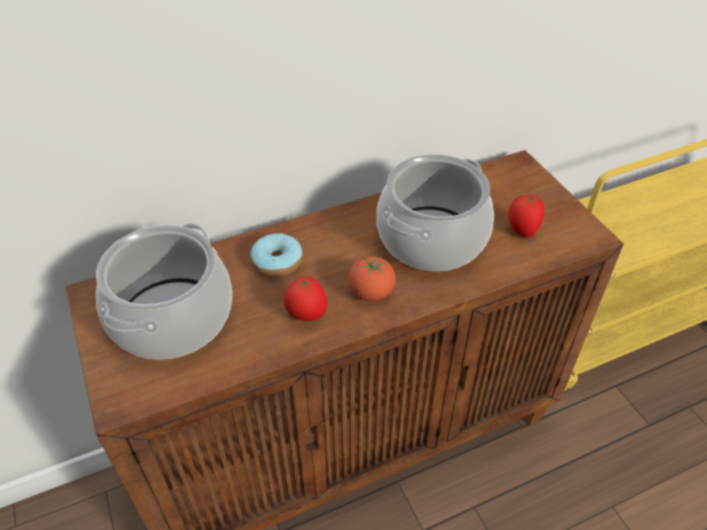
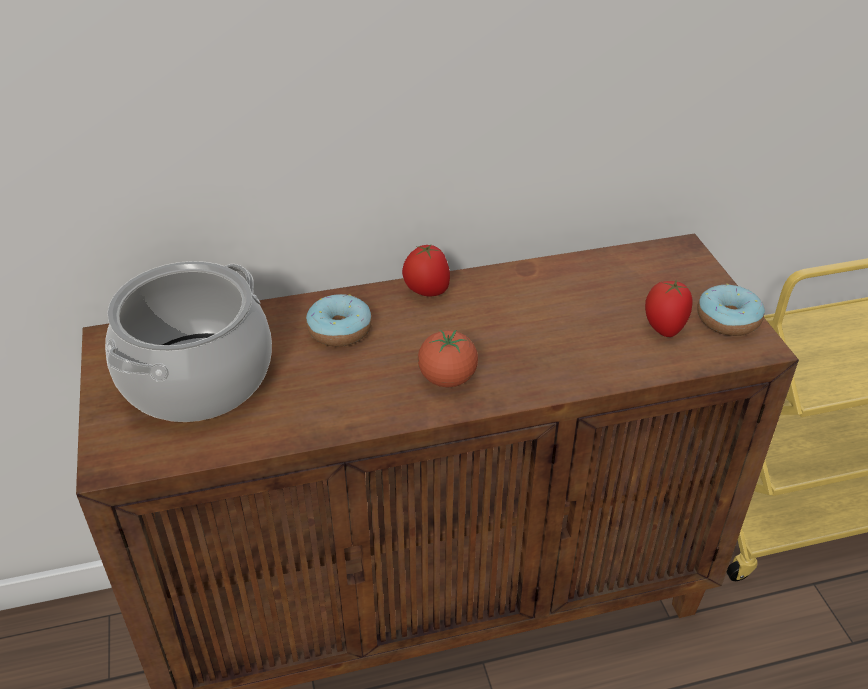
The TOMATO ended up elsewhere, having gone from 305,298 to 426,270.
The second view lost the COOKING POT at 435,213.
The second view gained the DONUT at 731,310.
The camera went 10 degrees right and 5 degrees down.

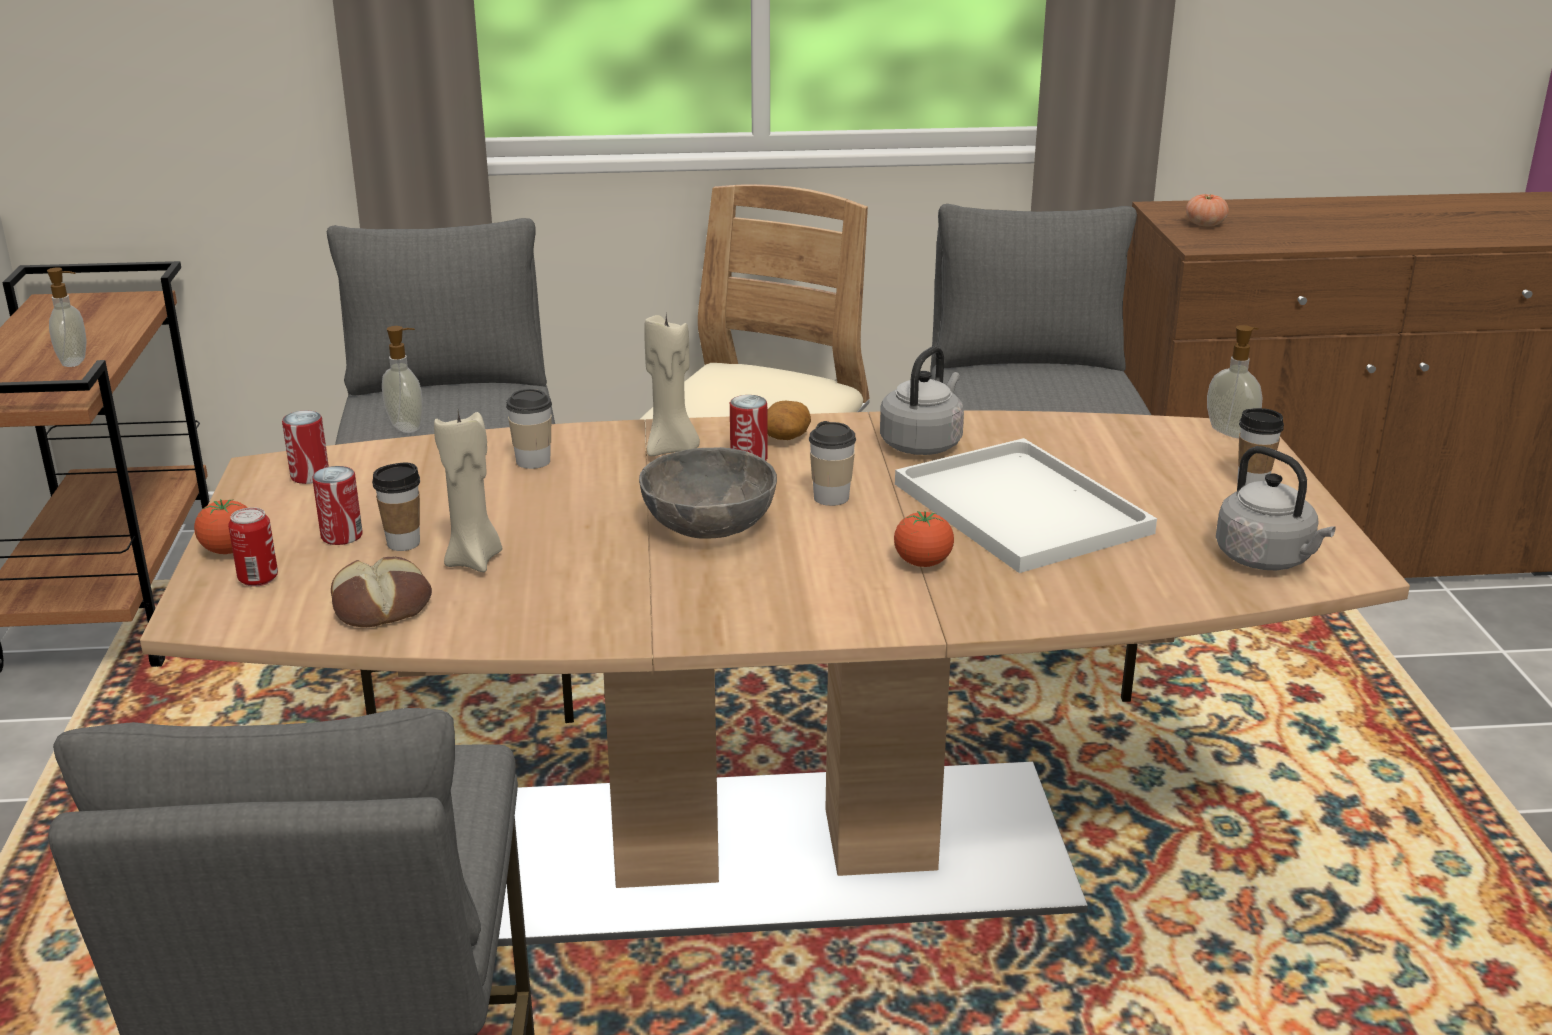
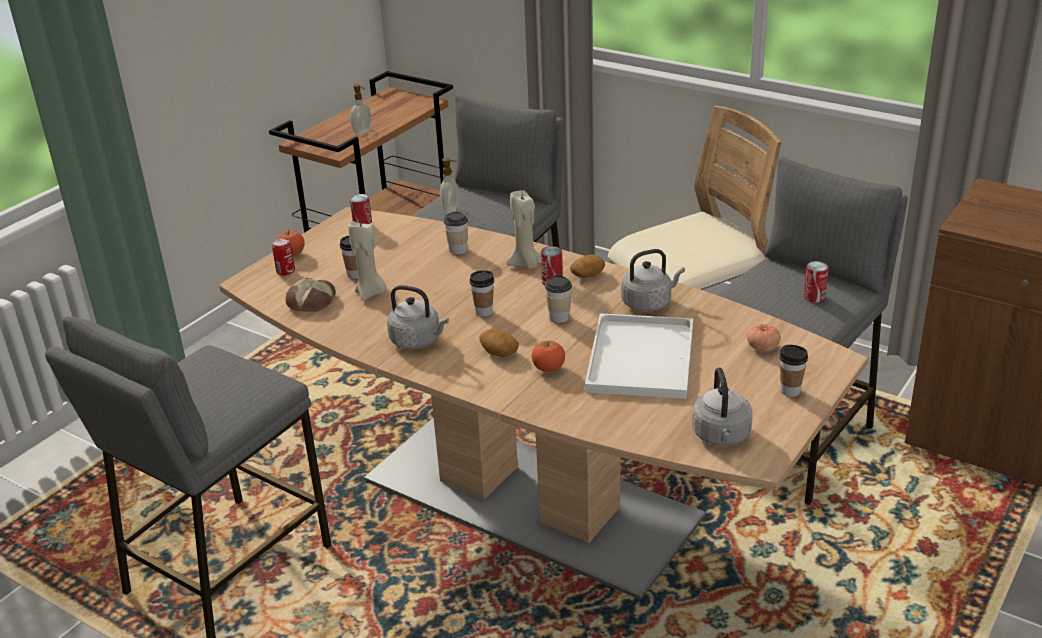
The CAN ended up elsewhere, having gone from 337,505 to 816,282.
Where the GREY BOWL stood at 708,493, the CUP came to stand at 482,293.
The TOMATO ended up elsewhere, having gone from 1207,210 to 764,338.
The second view lost the SOAP DISPENSER at 1235,381.
The second view gained the GREY KETTLE at 418,317.
The second view gained the POTATO at 499,343.
The camera went 40 degrees right and 5 degrees up.

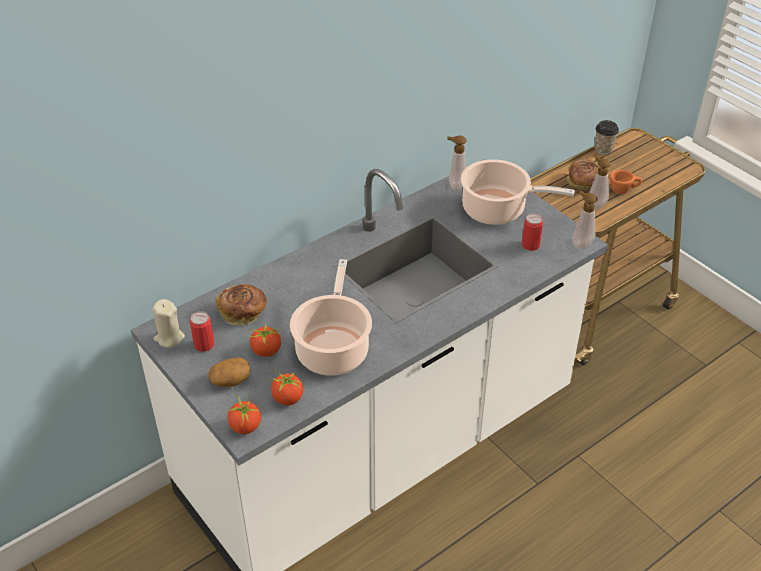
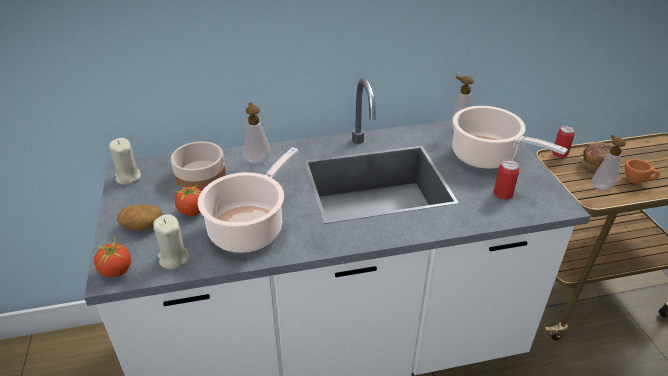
The CAN ended up elsewhere, having gone from 202,331 to 563,142.
Where the BREAD stood at 241,304, the BOWL came to stand at 198,166.
Where the TOMATO stood at 285,387, the BEIGE CANDLE came to stand at 171,241.
The SOAP DISPENSER ended up elsewhere, having gone from 585,220 to 257,133.
The second view lost the CUP at 607,137.
The camera went 25 degrees right and 5 degrees down.

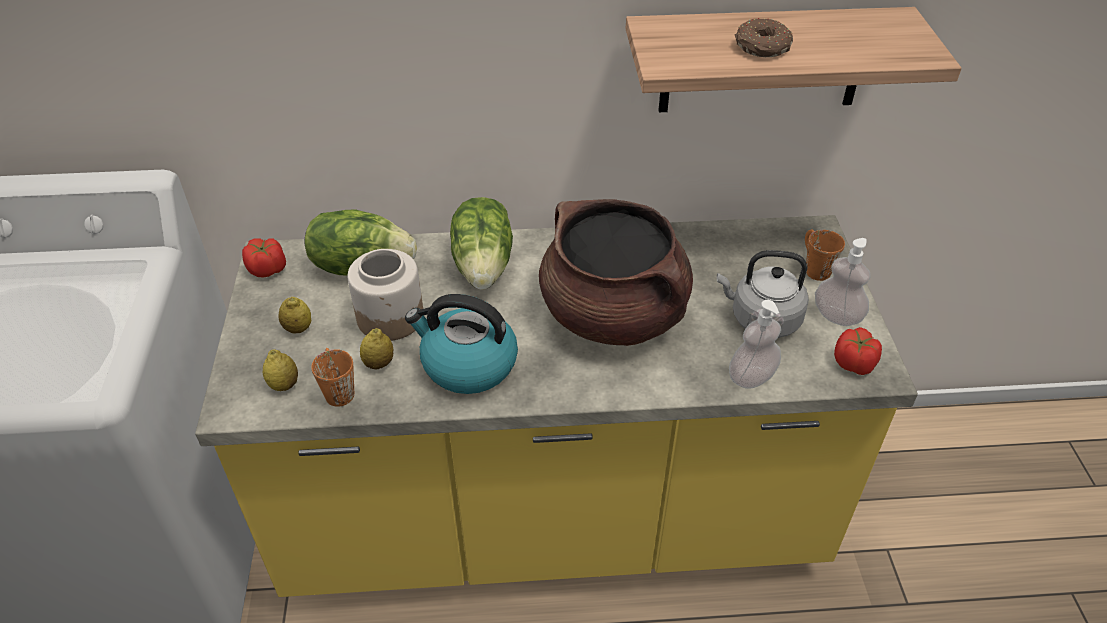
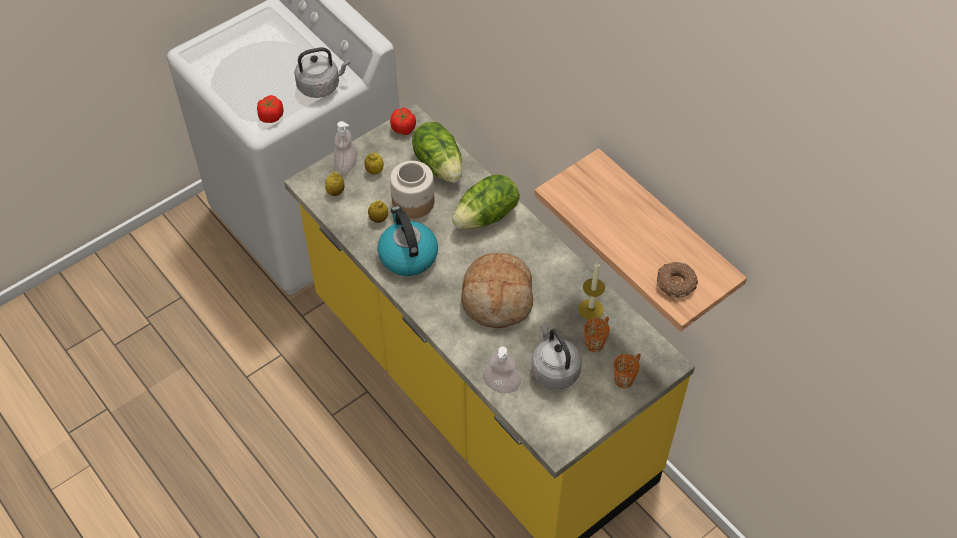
The ORANGE MUG ended up elsewhere, having gone from 332,377 to 597,334.
Where the BROWN COOKING POT stood at 616,272, the BREAD came to stand at 497,290.
The DONUT ended up elsewhere, having gone from 764,37 to 677,280.
The SOAP DISPENSER ended up elsewhere, having gone from 842,282 to 345,146.
The TOMATO ended up elsewhere, having gone from 858,351 to 270,109.
The second view gained the GREY KETTLE at 322,72.
The second view gained the CANDLE at 591,290.
The camera went 55 degrees right and 10 degrees up.

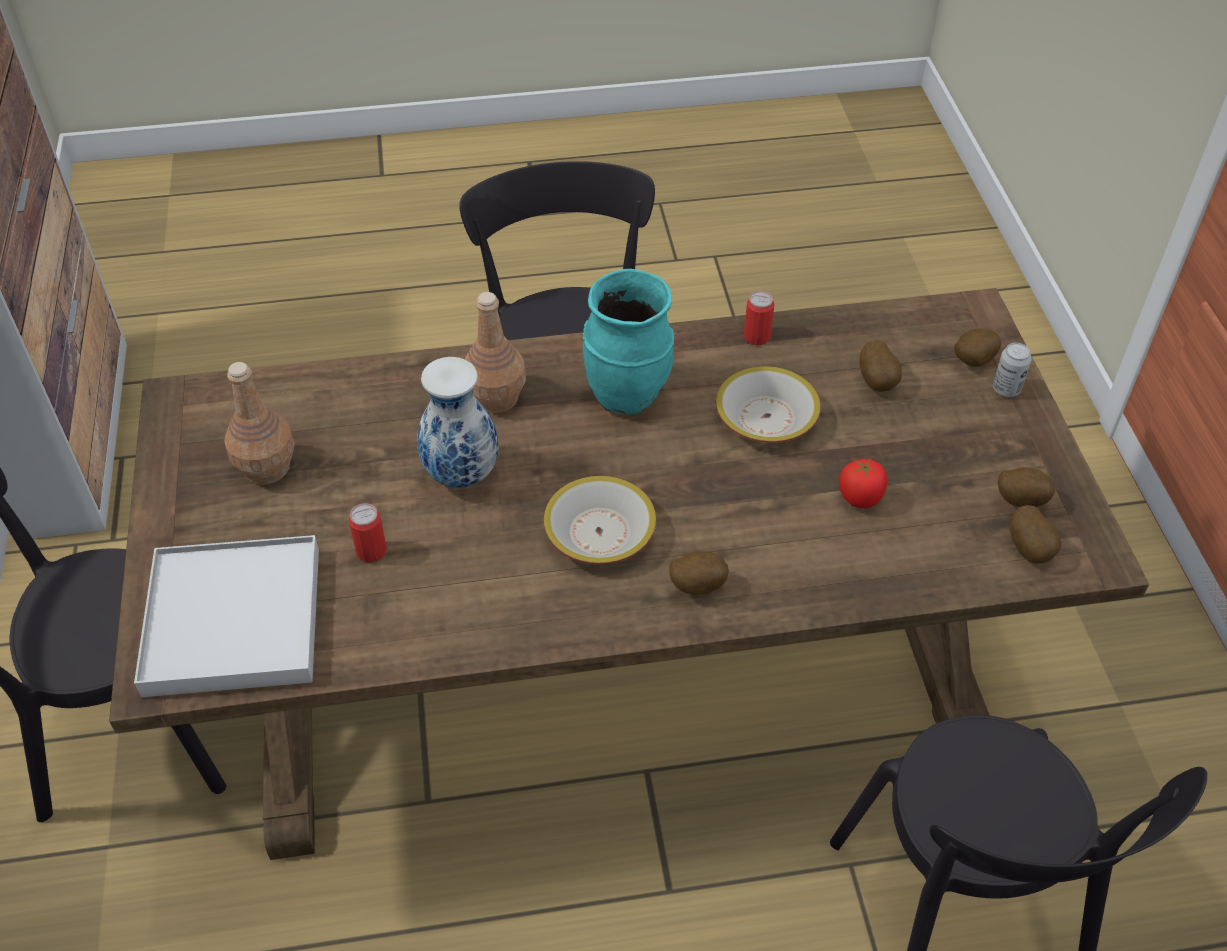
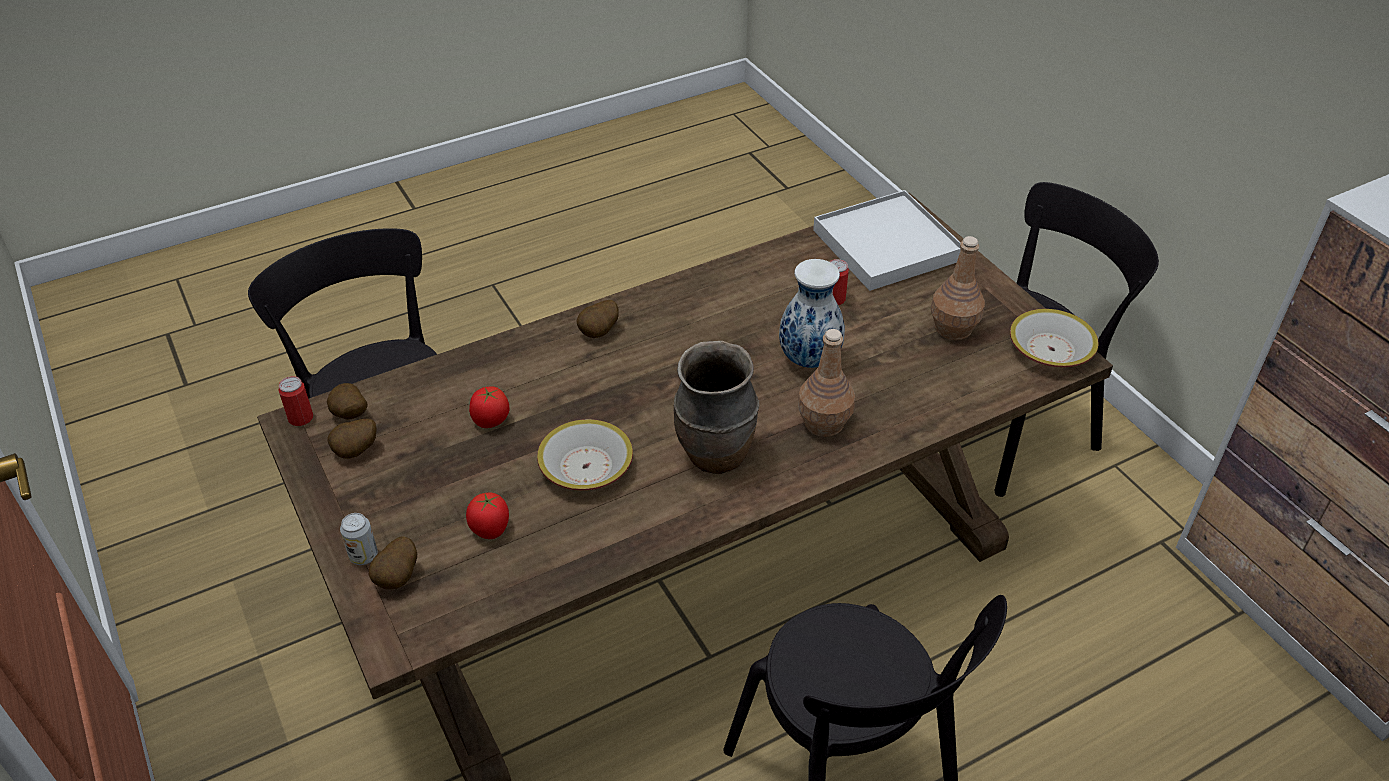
The BOWL ended up elsewhere, having gone from 599,520 to 1054,338.
What was the TURQUOISE VASE at 628,341 turned into the BROWN VASE at 716,407.
The CAN ended up elsewhere, having gone from 759,318 to 295,401.
Where the POTATO stood at 880,366, the TOMATO came to stand at 487,515.
The camera went 160 degrees right and 5 degrees down.

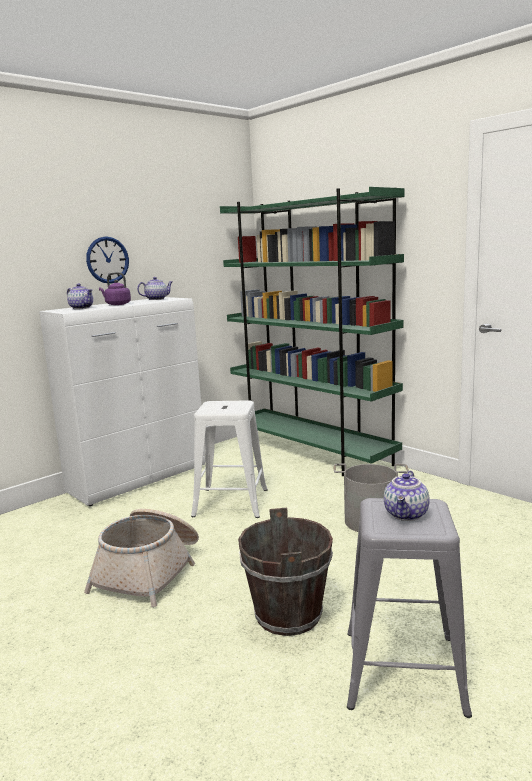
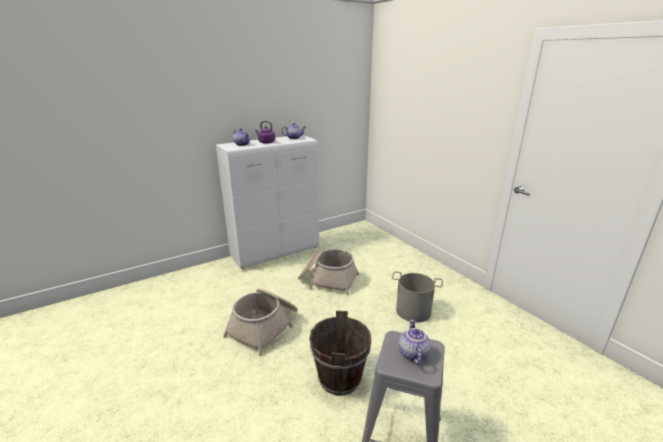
The second view lost the WALL CLOCK at 107,260.
Where the WHITE STOOL stood at 229,459, the BASKET came to stand at 328,272.
The second view lost the GREEN BOOKCASE at 312,331.
The TEAPOT at 407,496 ended up facing another way, 150 degrees clockwise from before.
The camera went 10 degrees right and 10 degrees up.

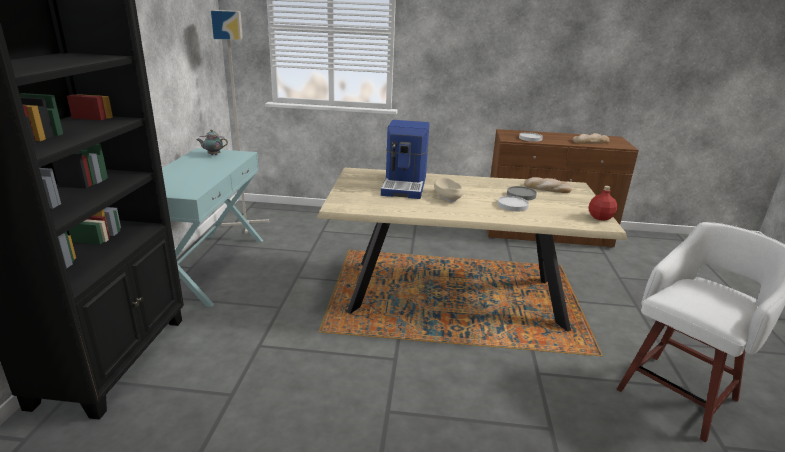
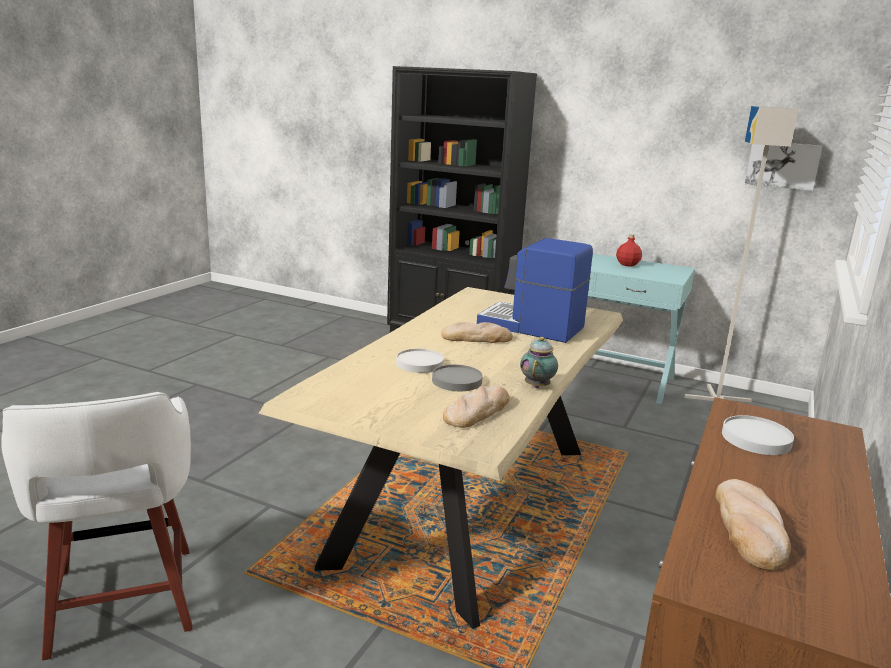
The TEAPOT ended up elsewhere, having gone from 212,142 to 539,362.
Where the BEIGE BOWL stood at 448,189, the BREAD came to stand at 477,332.
The RED BOTTLE ended up elsewhere, having gone from 602,203 to 629,250.
The second view gained the PICTURE at 784,167.
The camera went 110 degrees right and 5 degrees down.

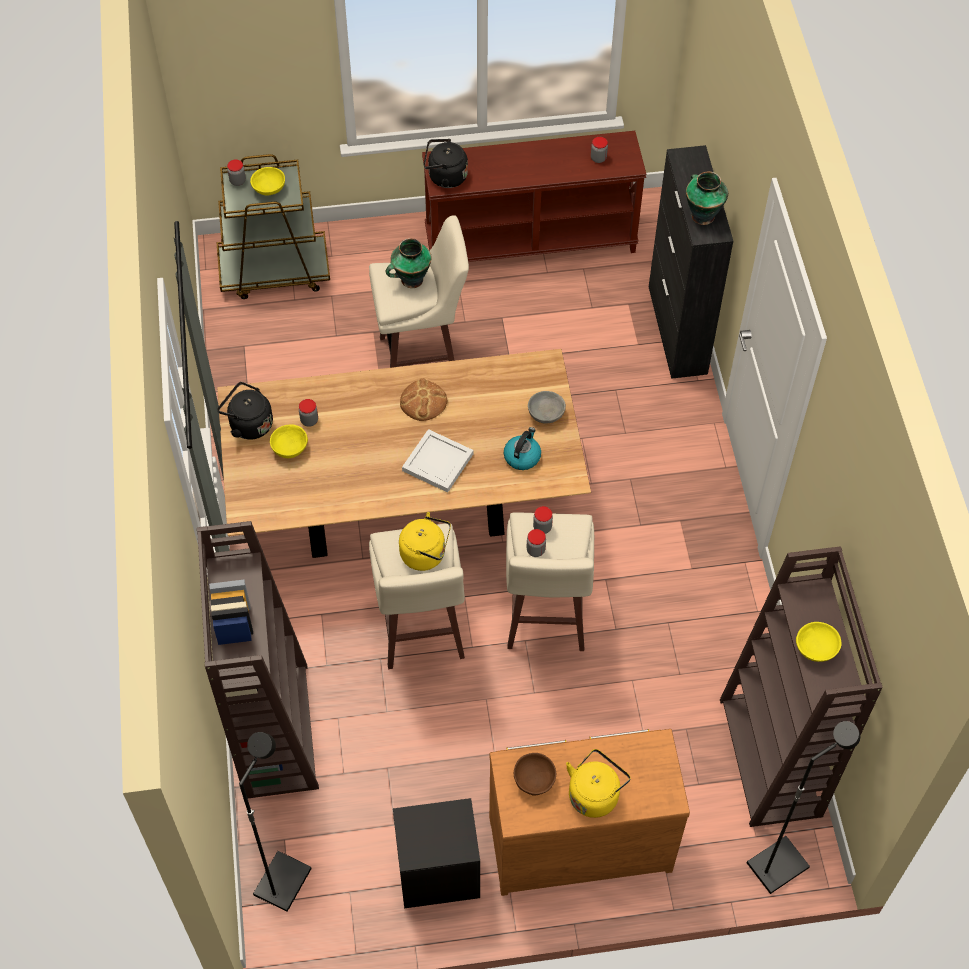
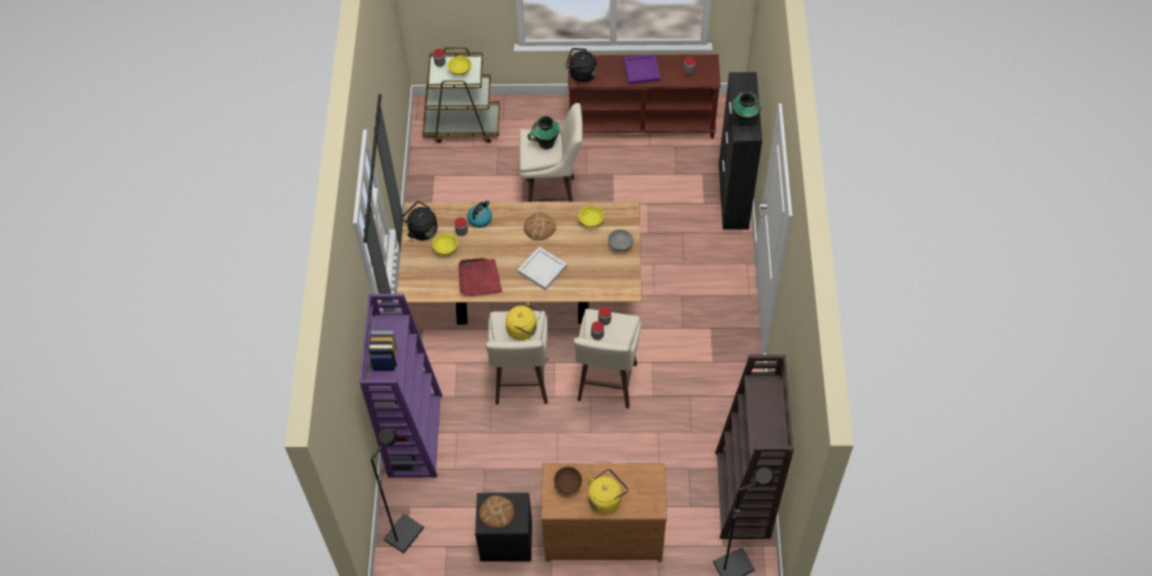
What was the BROWN BOOKCASE at 258,659 turned into the PURPLE BOOKCASE at 401,385.
The KETTLE ended up elsewhere, having gone from 522,448 to 479,214.
The YELLOW BOWL ended up elsewhere, having gone from 818,642 to 591,217.
The second view gained the RED TRAY at 480,277.
The second view gained the BREAD at 496,512.
The second view gained the PURPLE TRAY at 642,69.
The camera went 10 degrees right and 0 degrees up.

